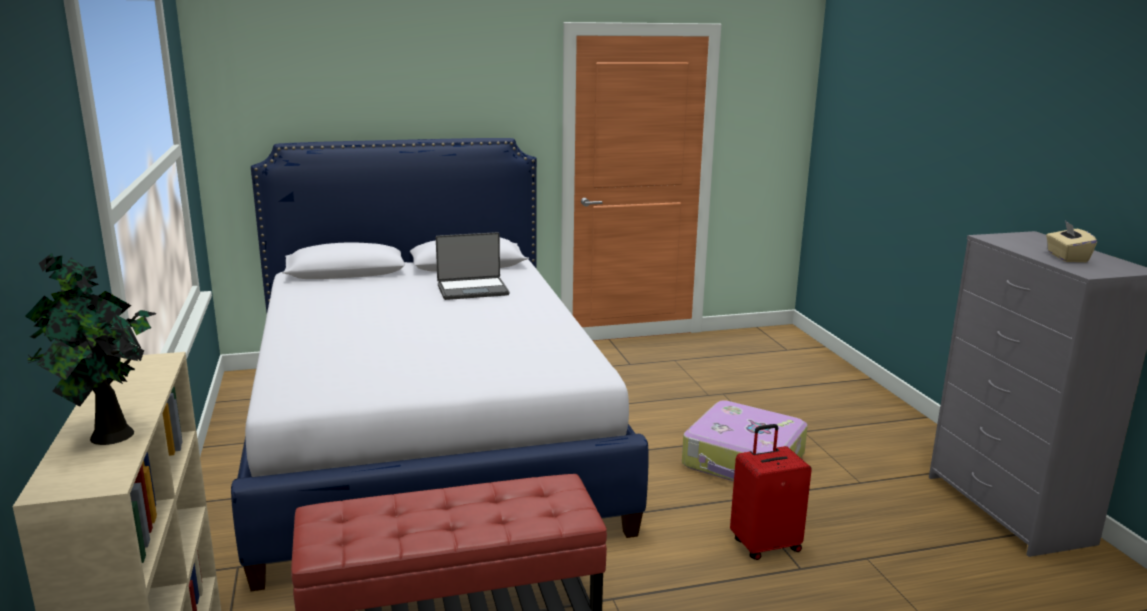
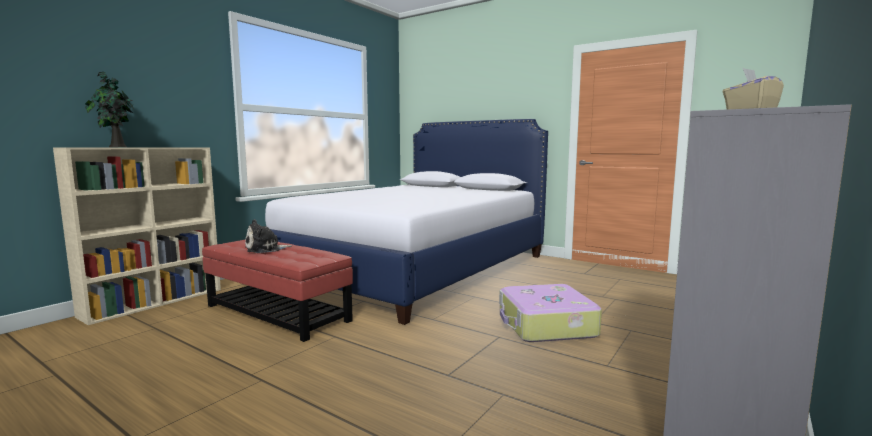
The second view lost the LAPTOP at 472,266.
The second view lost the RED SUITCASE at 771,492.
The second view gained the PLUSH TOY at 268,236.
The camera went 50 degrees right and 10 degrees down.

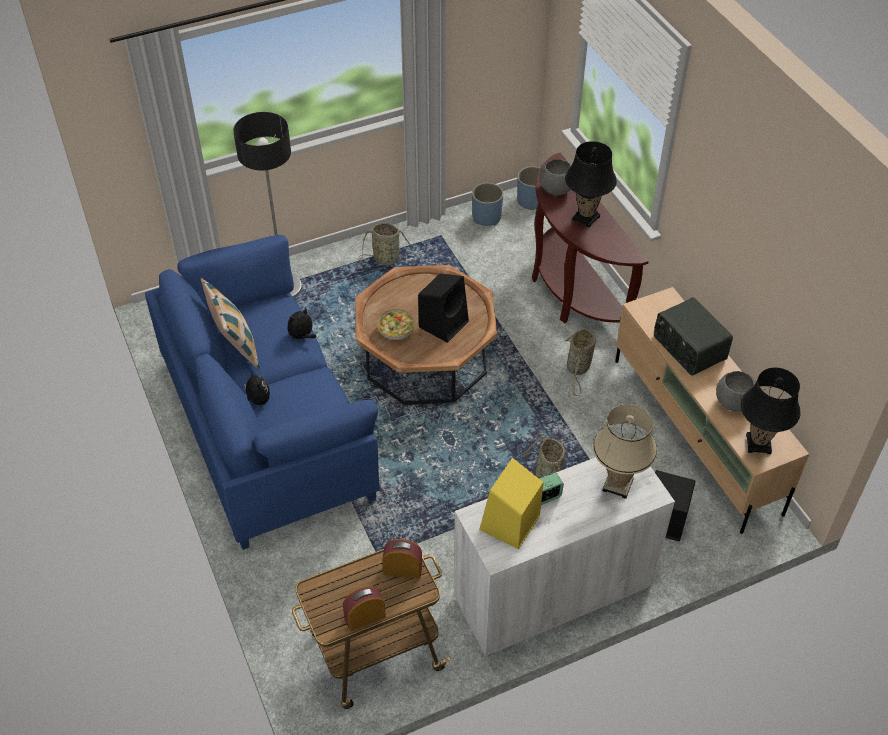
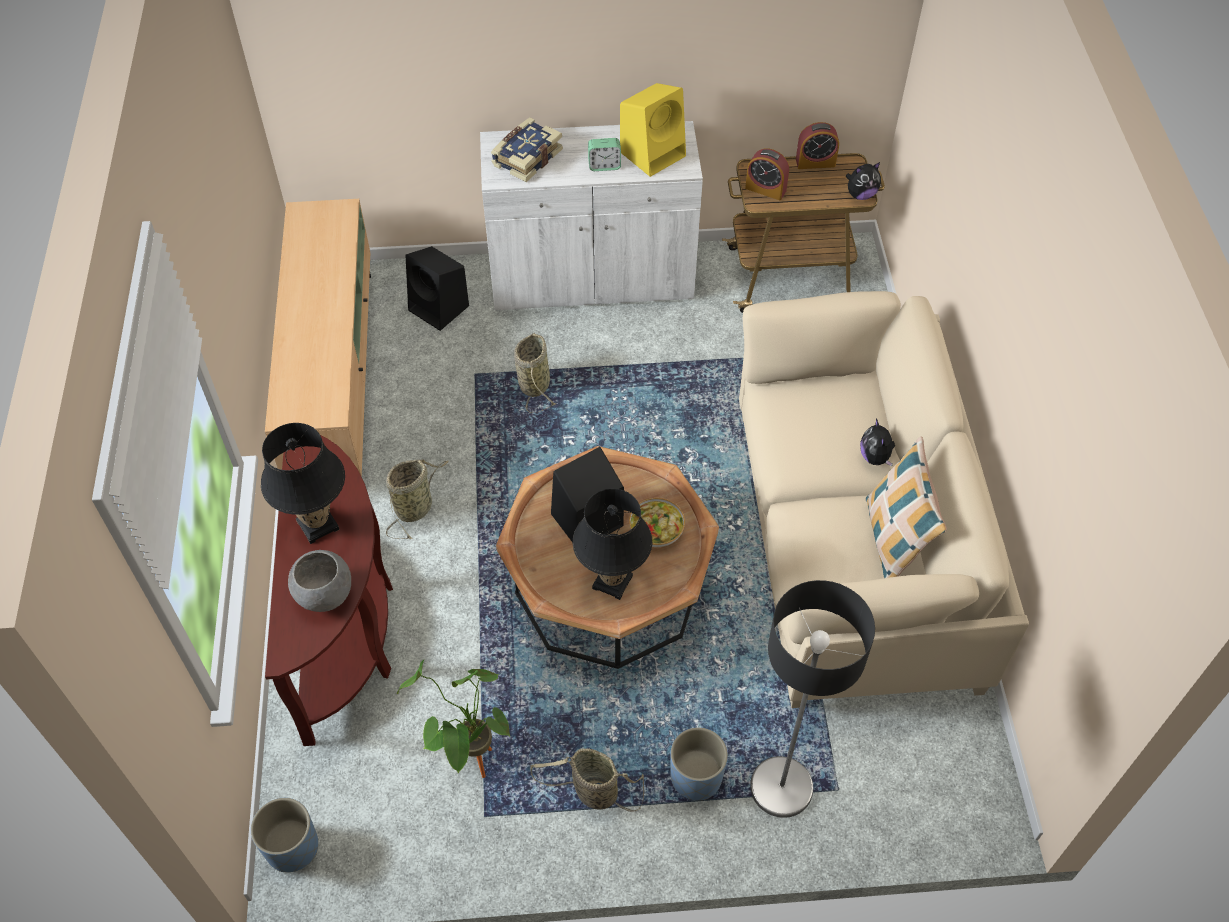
What was the BLUE SOFA at 262,392 turned into the BEIGE SOFA at 884,499.
The PLUSH TOY ended up elsewhere, having gone from 302,324 to 863,181.
The BLUE PLANTER ended up elsewhere, having gone from 487,204 to 699,764.
Where the BEIGE TABLE LAMP stood at 625,451, the BOOK came to stand at 527,149.
The second view lost the RADIO at 693,336.
The second view lost the GREY BOWL at 736,391.
The BLACK TABLE LAMP ended up elsewhere, having gone from 771,410 to 612,544.
The second view gained the POTTED PLANT at 453,719.
The camera went 160 degrees left and 5 degrees up.

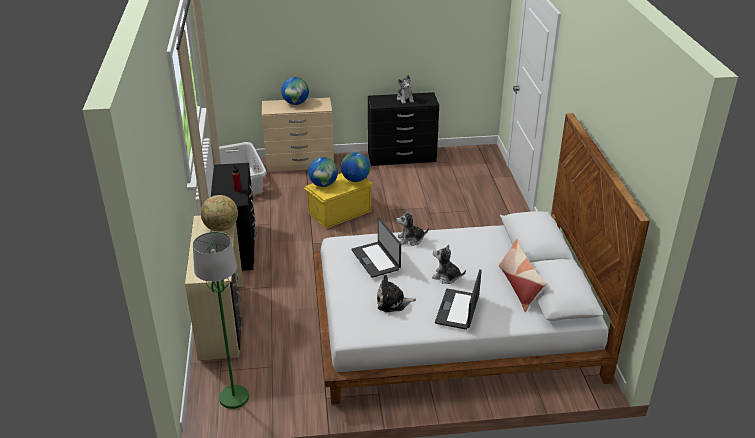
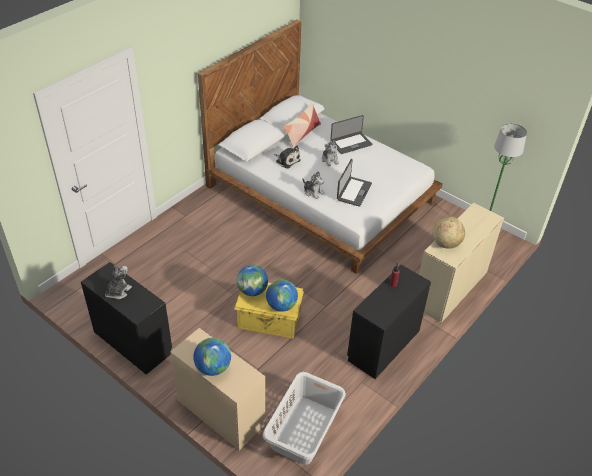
The PLUSH TOY ended up elsewhere, having gone from 396,293 to 287,157.
The camera went 135 degrees left and 10 degrees up.

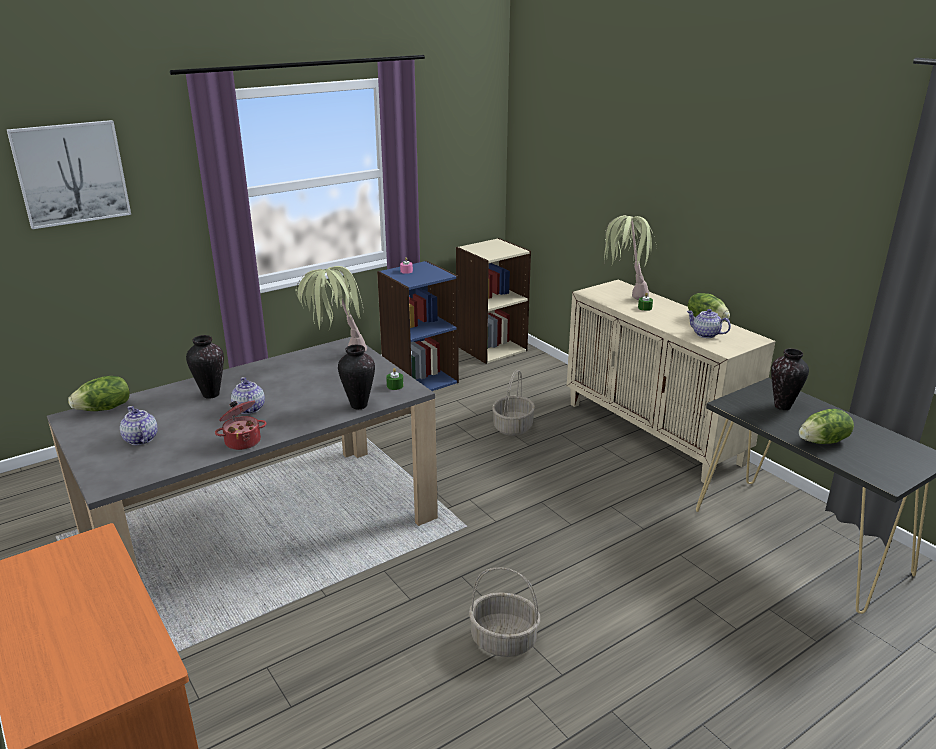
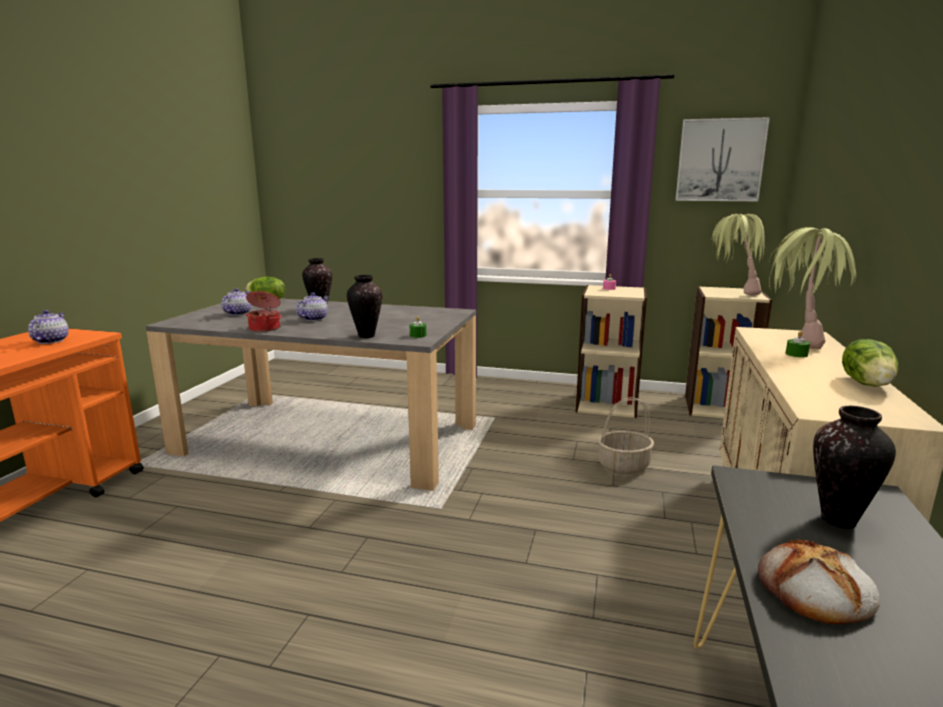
The PICTURE ended up elsewhere, having gone from 69,174 to 722,159.
The POTTED PLANT ended up elsewhere, having gone from 331,309 to 738,255.
What was the BLUE BOOKCASE at 418,326 turned into the BEIGE BOOKCASE at 611,351.
The second view lost the BASKET at 504,612.
The TEAPOT ended up elsewhere, having gone from 709,323 to 48,327.
Where the LETTUCE stood at 826,426, the BREAD came to stand at 819,582.
The camera went 50 degrees right and 10 degrees down.

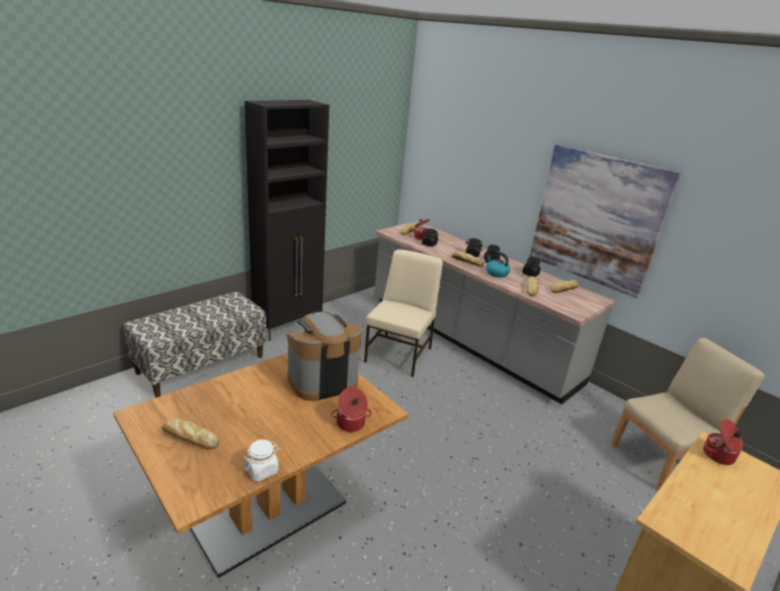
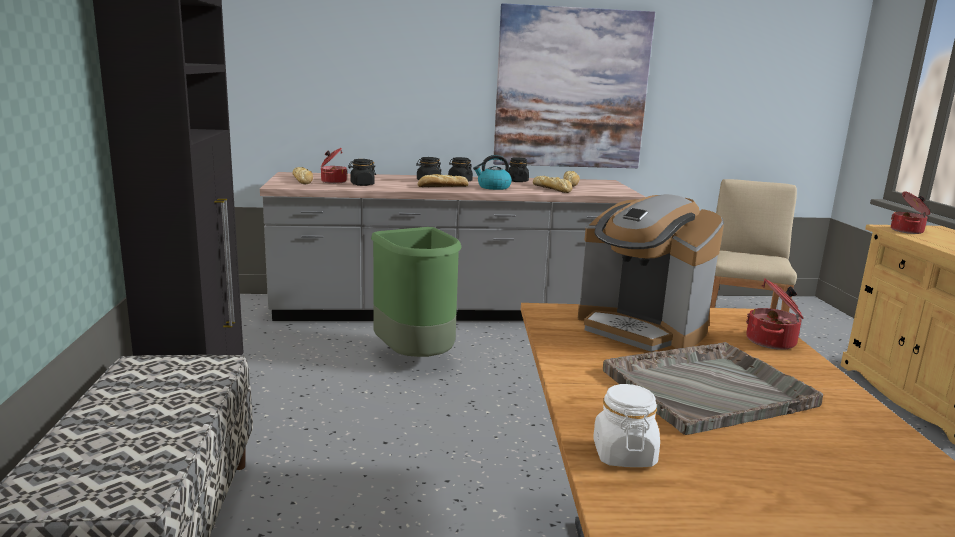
The second view lost the BREAD at 190,433.
The WHITE JAR ended up elsewhere, having gone from 261,460 to 626,425.
The COFFEE MACHINE at 324,356 ended up facing another way, 60 degrees counterclockwise from before.
Where the BEIGE CHAIR stood at 403,313, the GREEN TRASH CAN came to stand at 416,292.
The second view gained the GREY TRAY at 713,388.
The camera went 50 degrees left and 10 degrees down.

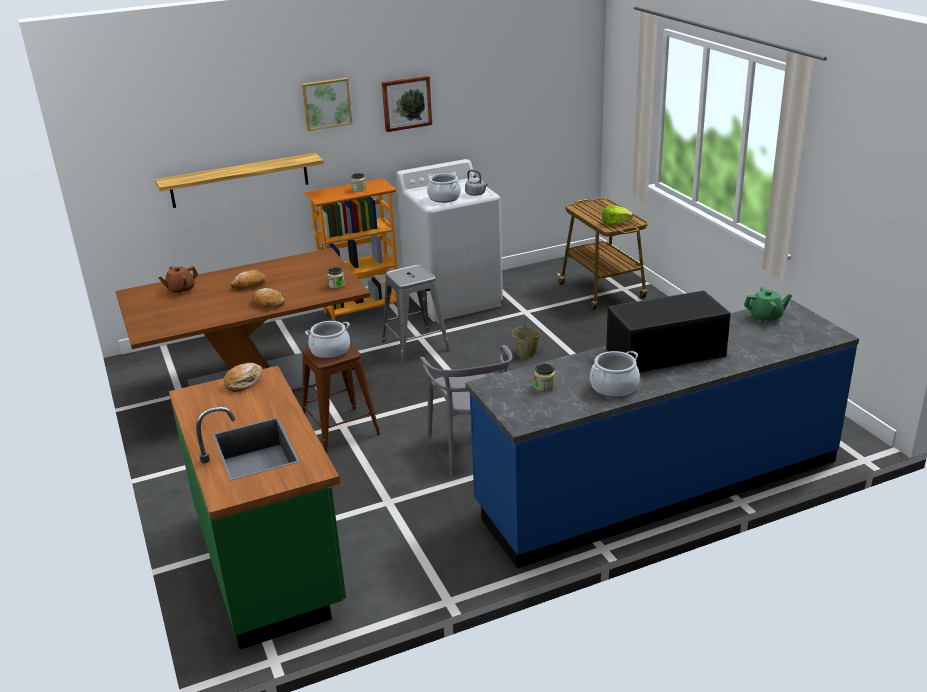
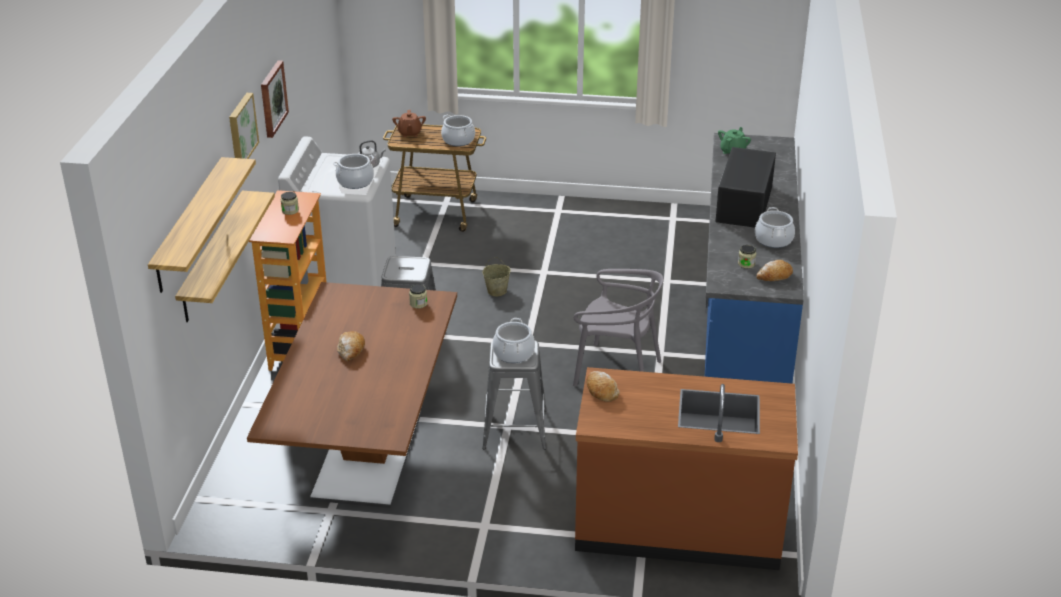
The BROWN TEAPOT ended up elsewhere, having gone from 178,280 to 409,123.
What was the GREEN COUNTER at 257,508 turned into the BROWN COUNTER at 686,468.
The BREAD ended up elsewhere, having gone from 268,298 to 774,270.
What was the BROWN STOOL at 341,398 turned into the GREY STOOL at 514,395.
Where the LETTUCE stood at 617,215, the COOKING POT came to stand at 458,130.
The second view gained the SHELF at 202,225.
The camera went 60 degrees left and 5 degrees up.

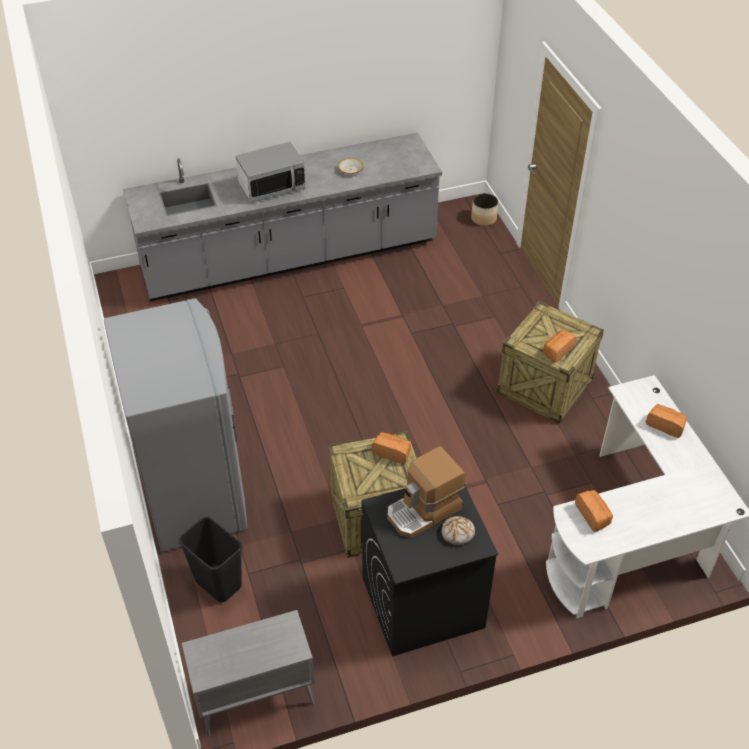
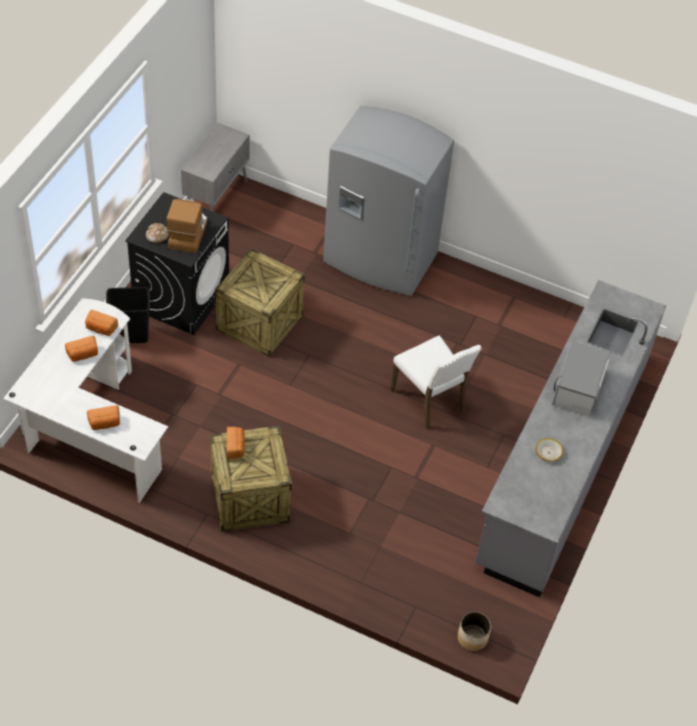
The BLACK TRASH CAN ended up elsewhere, having gone from 210,559 to 128,315.
The BREAD ended up elsewhere, having gone from 391,448 to 81,349.
The second view gained the WHITE CHAIR at 436,383.
The camera went 130 degrees right and 5 degrees up.

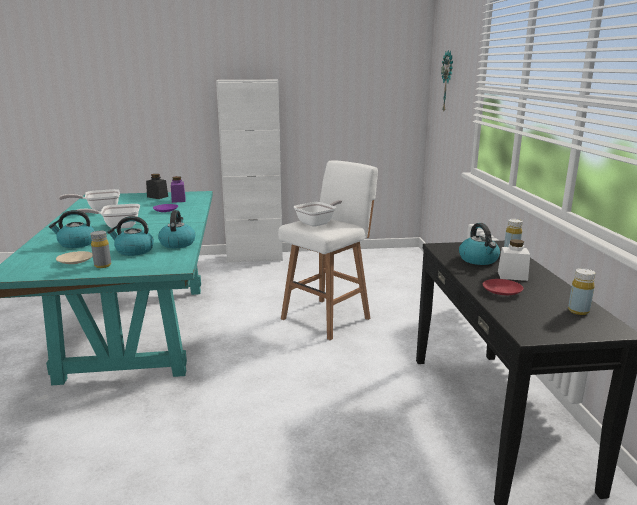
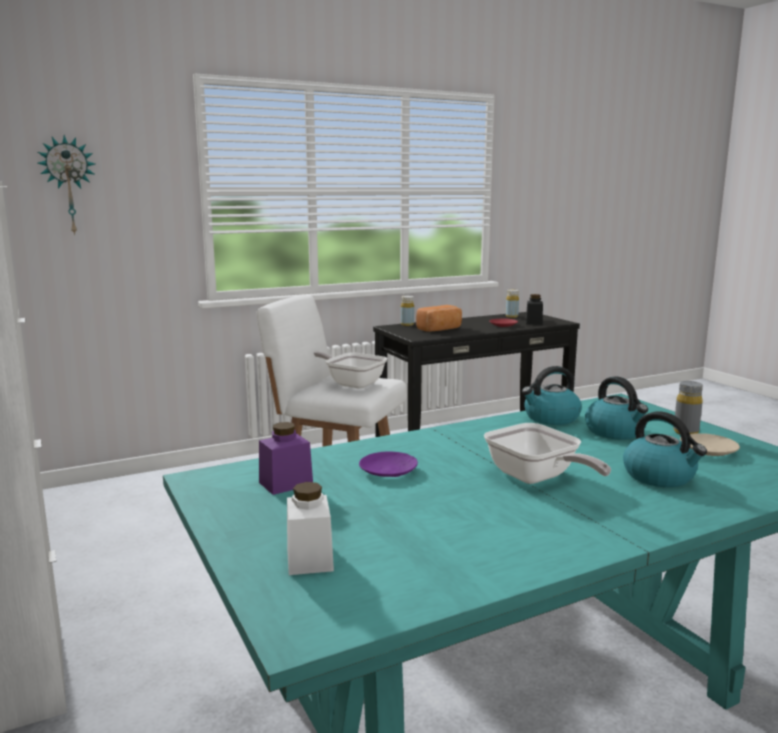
The second view lost the FRYING PAN at 89,200.
The BLACK JAR ended up elsewhere, having gone from 157,186 to 534,309.
Where the KETTLE stood at 479,244, the BREAD came to stand at 439,318.
The WHITE JAR ended up elsewhere, having gone from 514,260 to 310,528.
The camera went 110 degrees left and 5 degrees down.

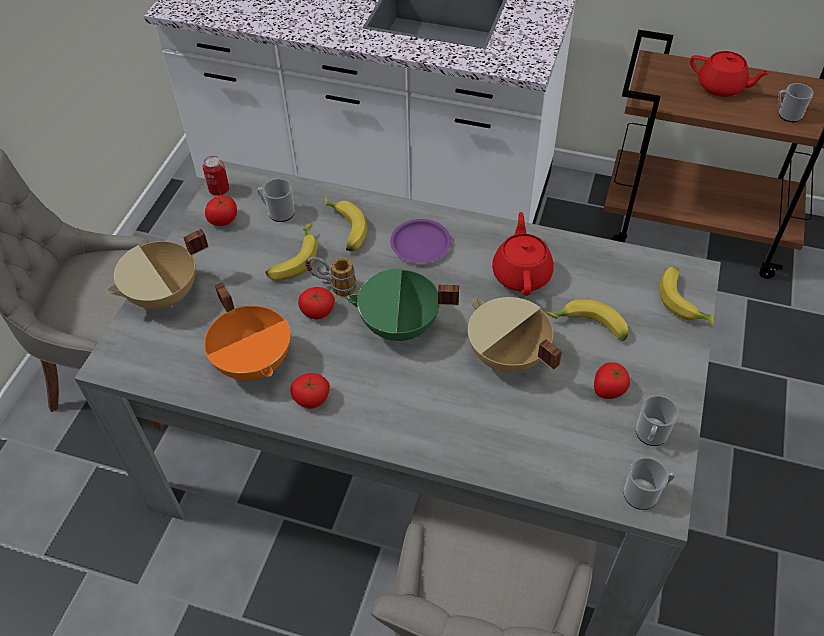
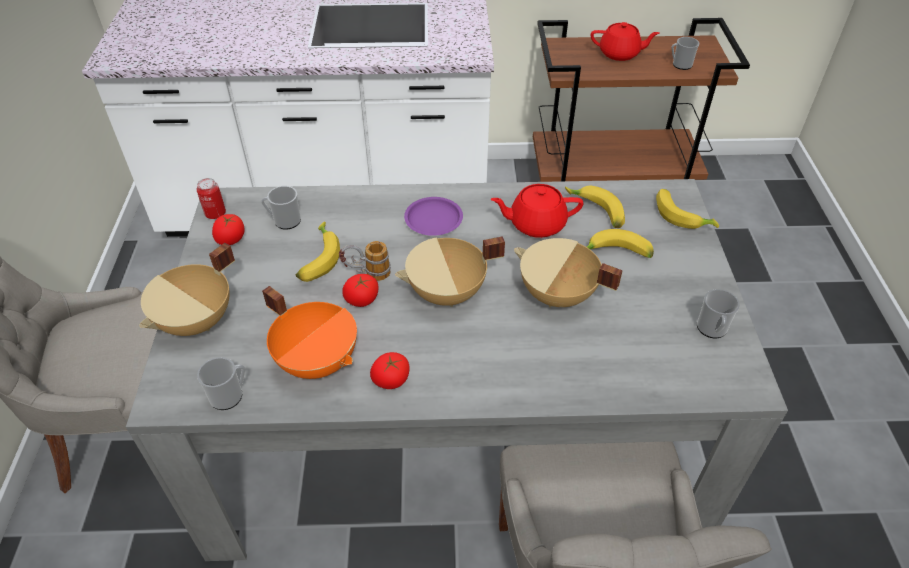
The BANANA ended up elsewhere, having gone from 346,224 to 595,207.
What was the GREEN COOKING POT at 402,304 turned into the BEIGE COOKING POT at 450,271.
The RED TEAPOT at 523,254 ended up facing another way, 75 degrees counterclockwise from before.
The second view lost the TOMATO at 612,380.
The MUG ended up elsewhere, having gone from 649,483 to 221,383.
The camera went 20 degrees left and 5 degrees down.

